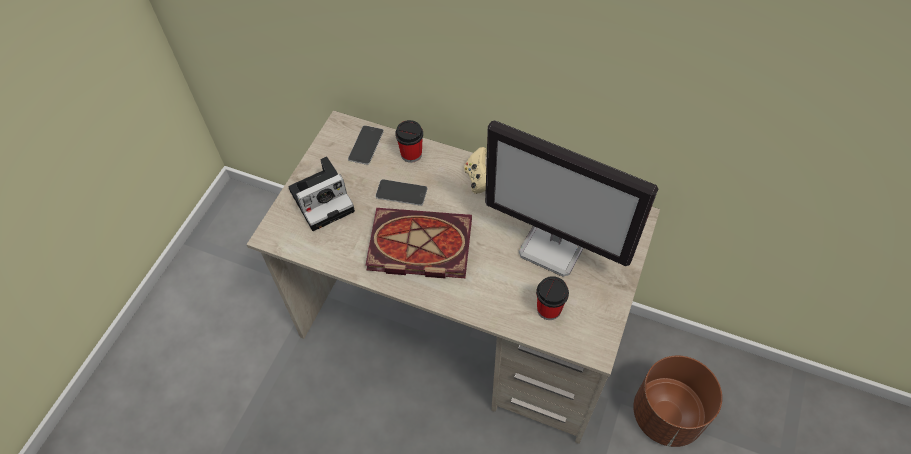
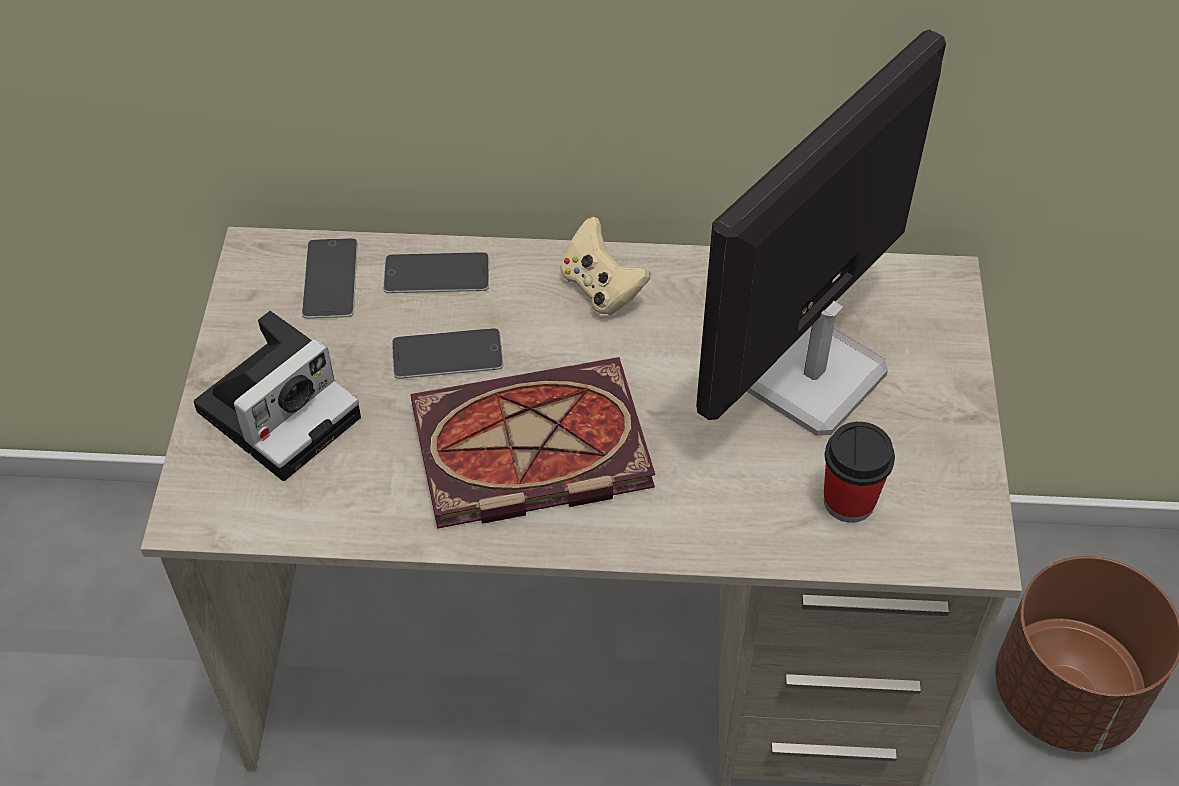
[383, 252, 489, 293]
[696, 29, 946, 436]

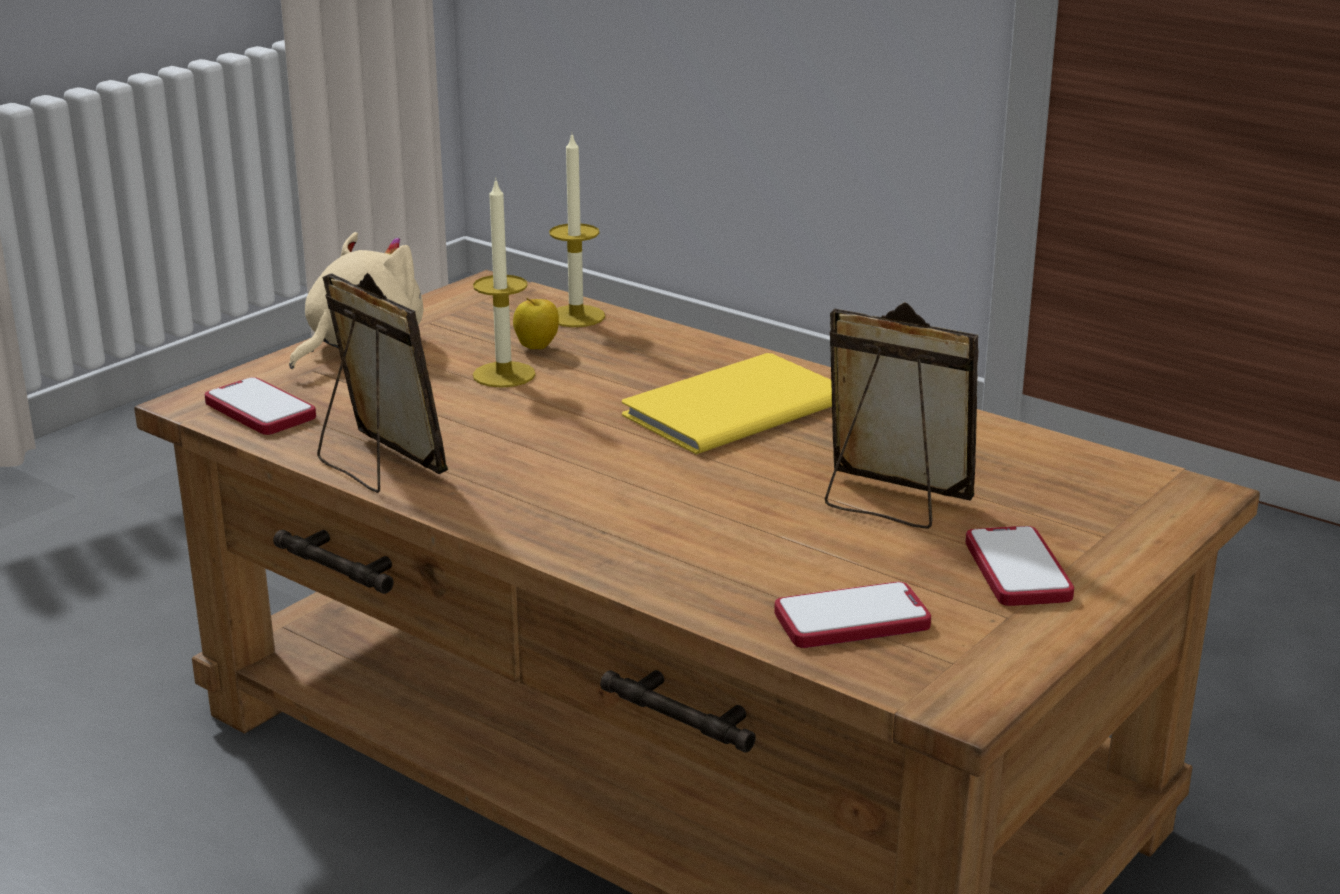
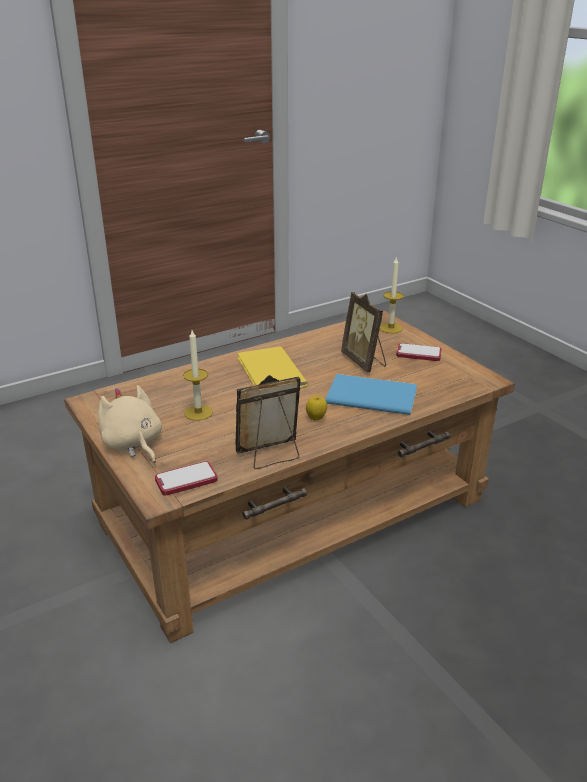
[774, 582, 931, 648] (first image)
[326, 374, 417, 415]
[306, 395, 327, 420]
[380, 256, 404, 333]
[341, 292, 386, 372]

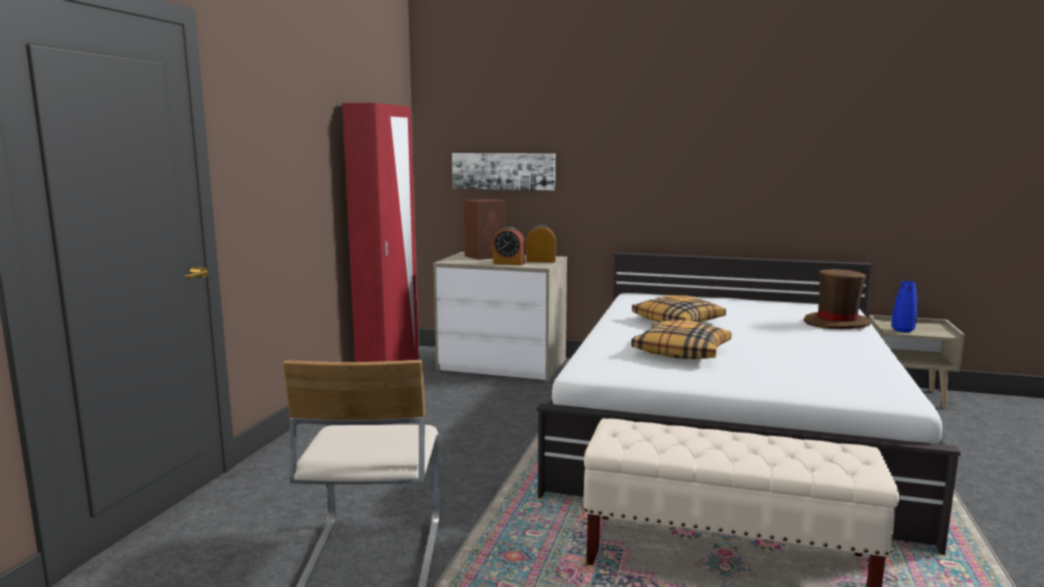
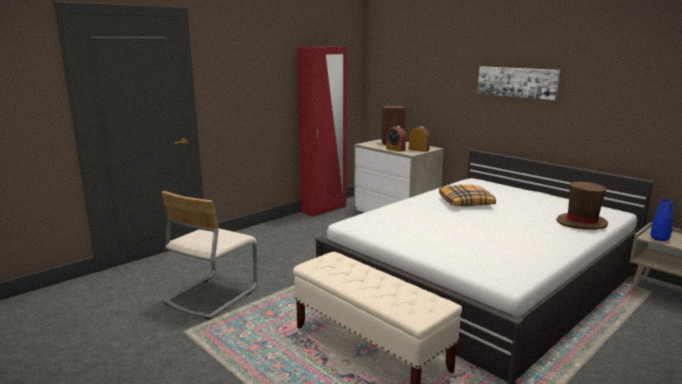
[631, 320, 731, 359] (first image)
[477, 66, 560, 100]

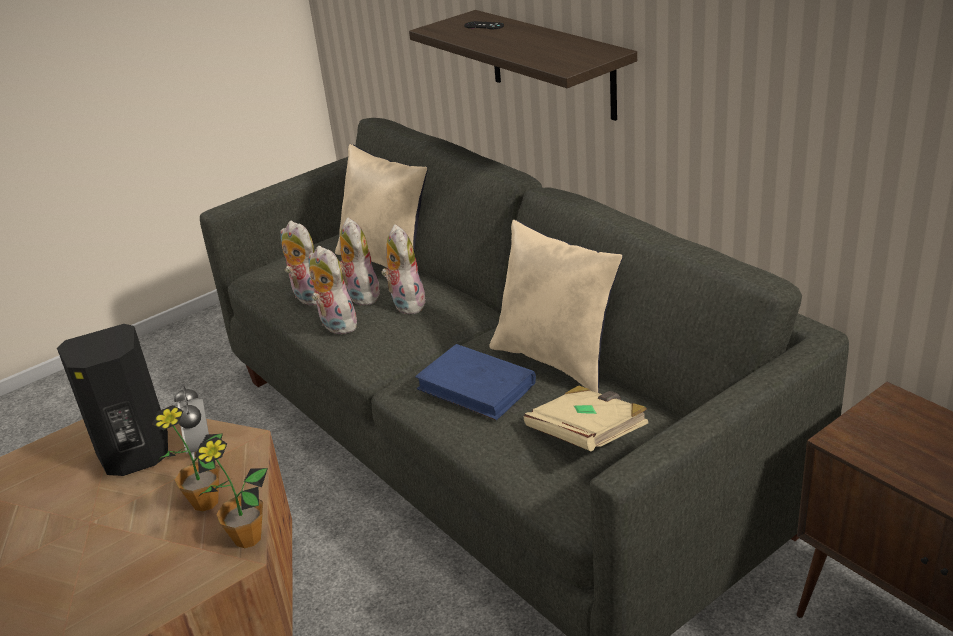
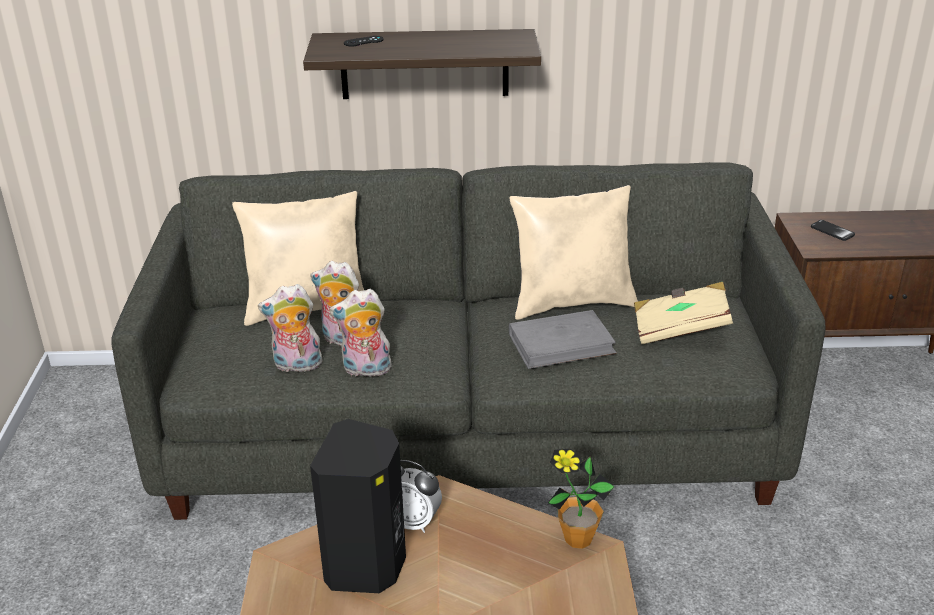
[153, 405, 223, 511] (first image)
[381, 224, 428, 314] (first image)
[811, 220, 855, 241]
[509, 310, 617, 369]

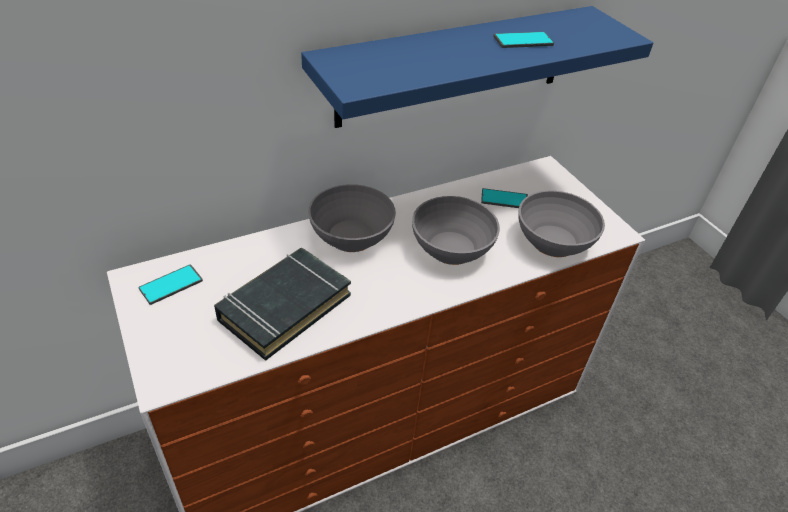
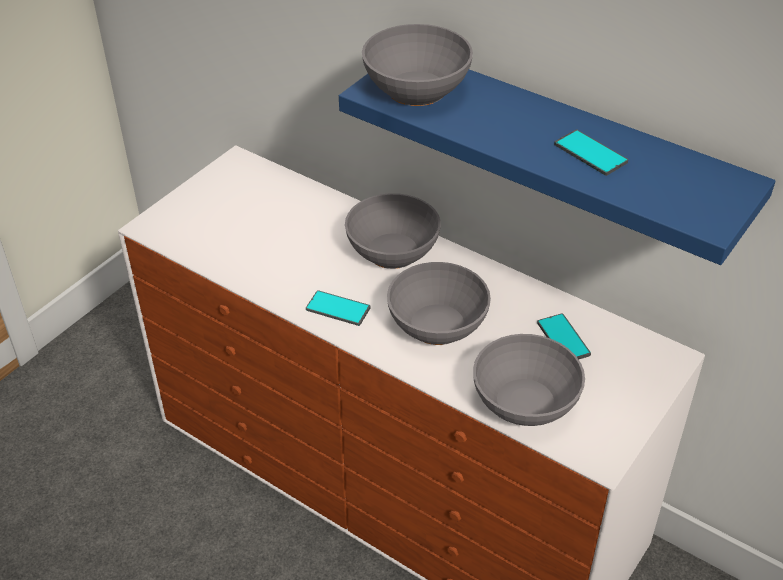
[214, 248, 351, 361] (first image)
[362, 24, 473, 106]
[306, 290, 371, 326]

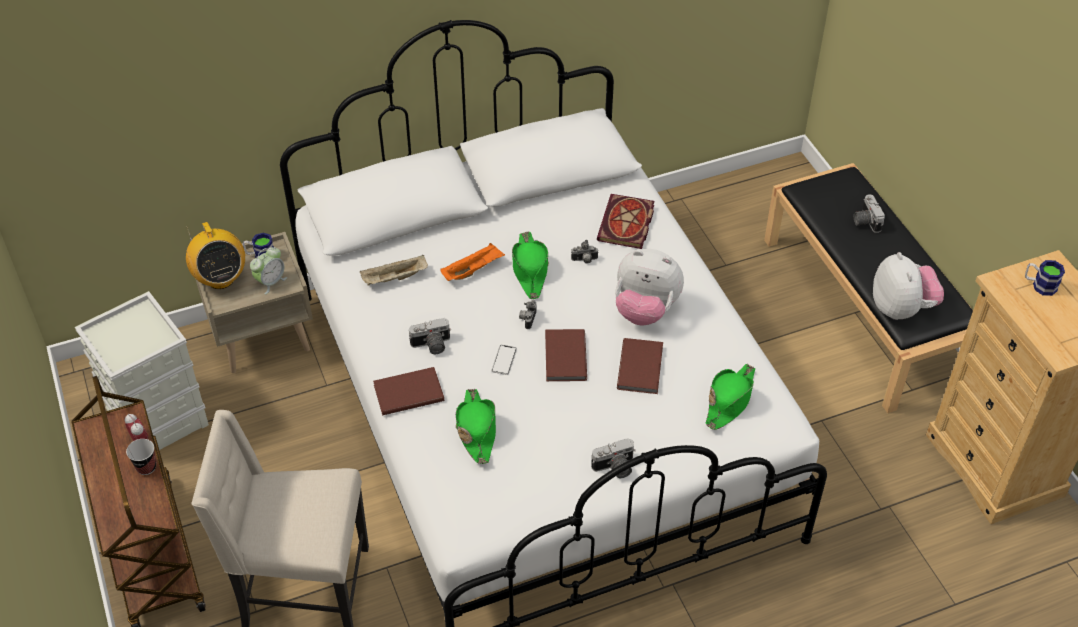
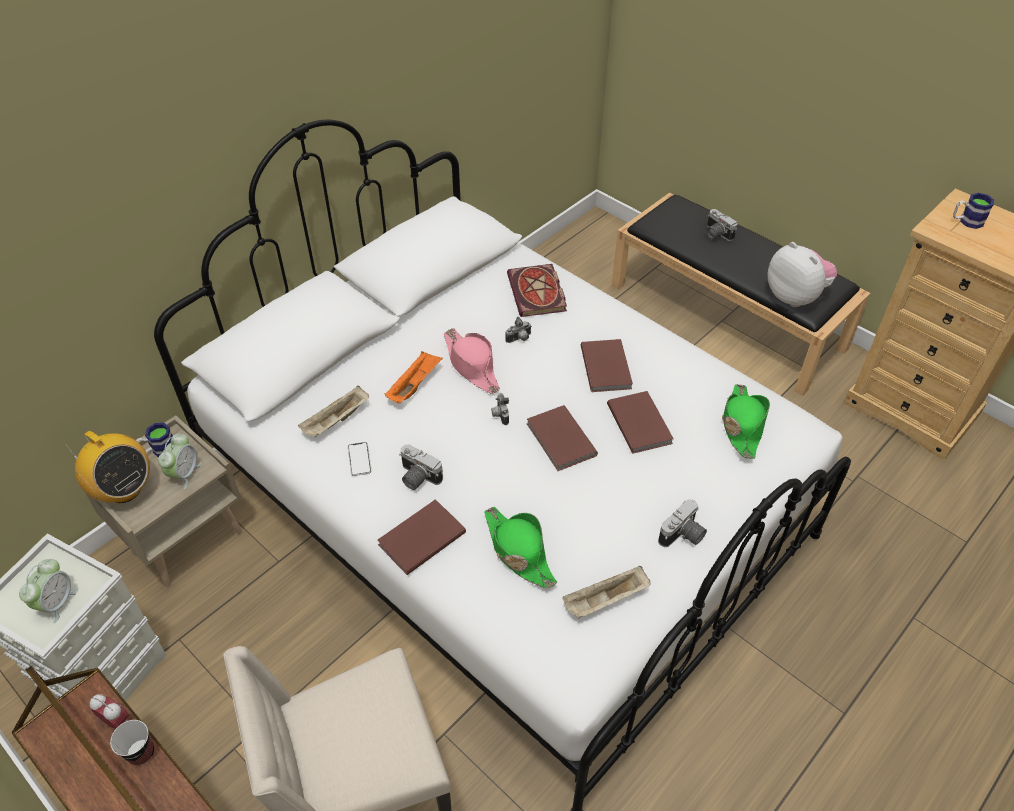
[19, 559, 78, 623]
[562, 566, 650, 619]
[348, 442, 372, 476]
[581, 339, 633, 392]
[444, 328, 500, 394]
[399, 444, 443, 490]

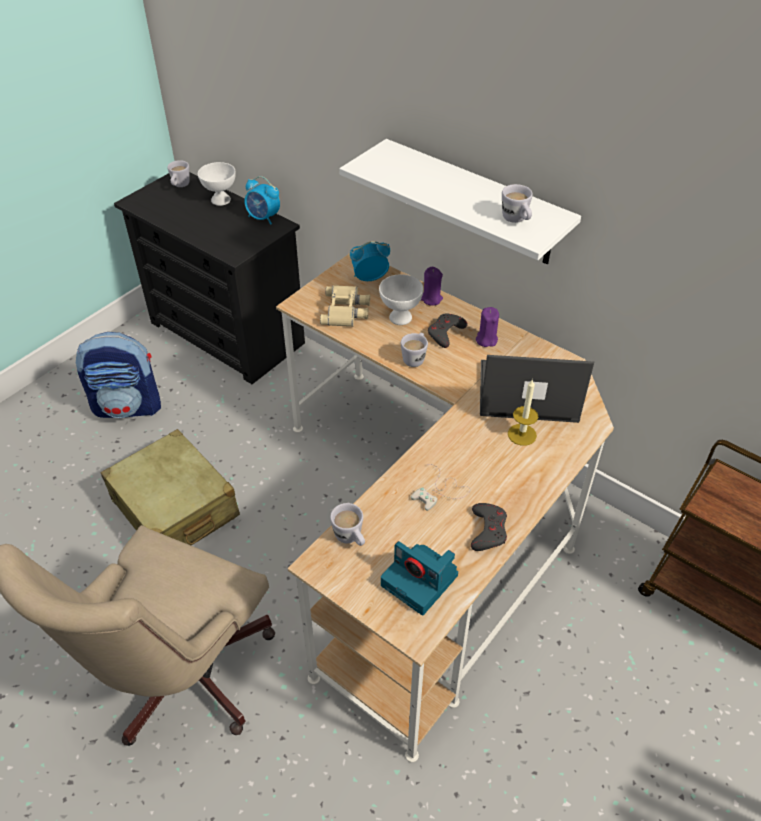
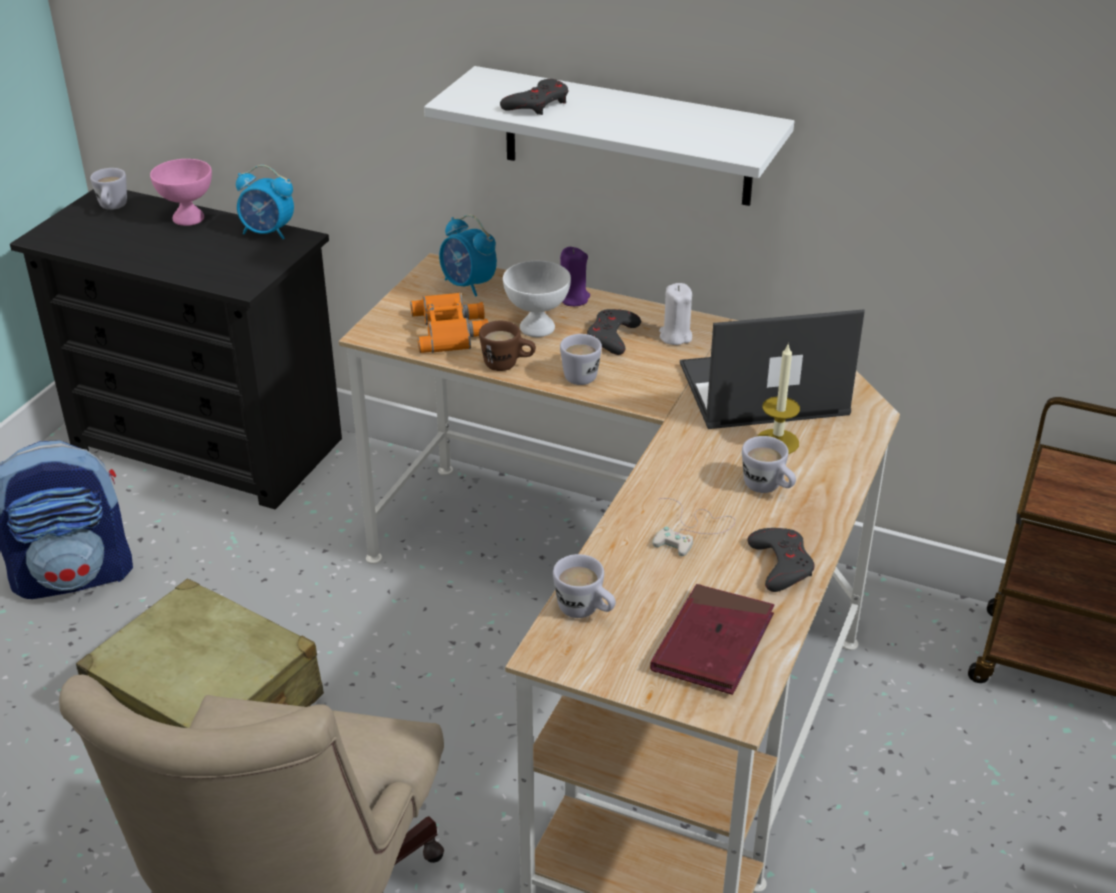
[479, 321, 536, 371]
[500, 79, 568, 115]
[742, 436, 796, 493]
[650, 584, 774, 695]
[150, 159, 212, 226]
[410, 292, 488, 353]
[659, 283, 692, 345]
[439, 215, 497, 297]

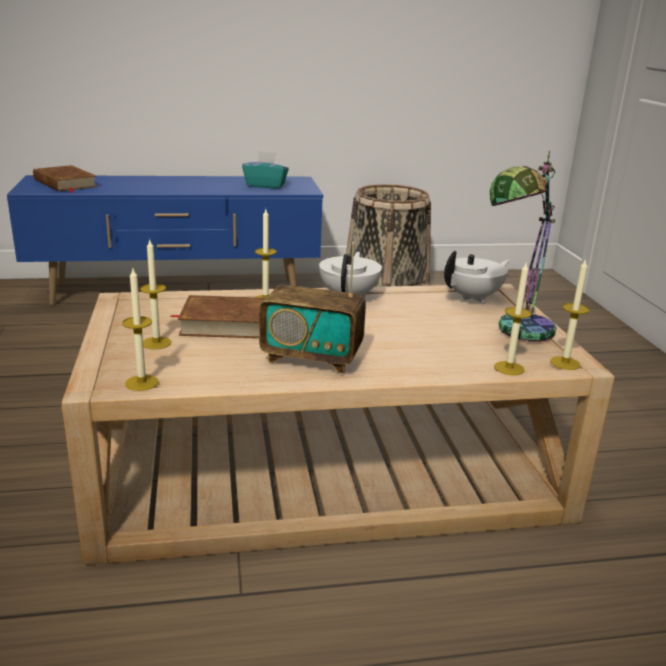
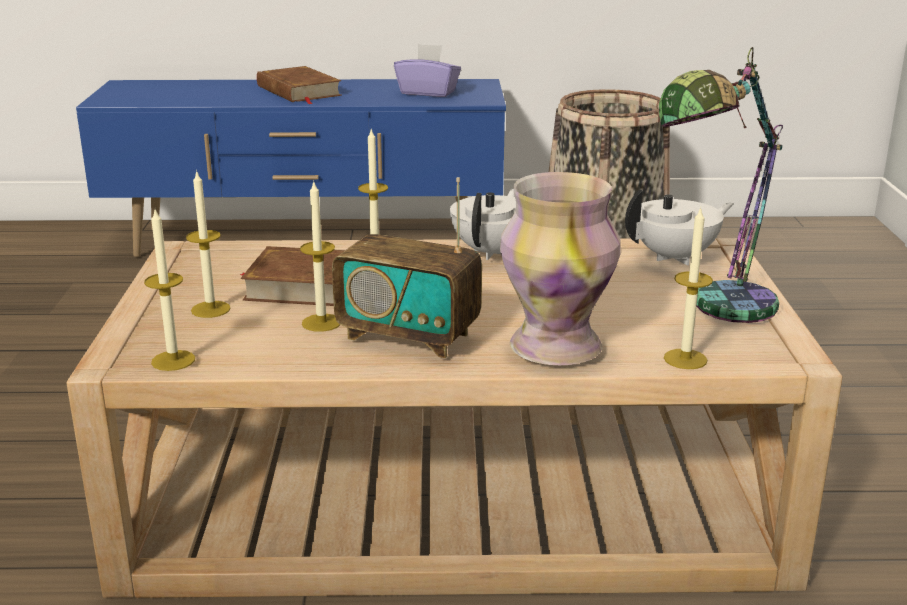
[500, 172, 621, 365]
[257, 66, 342, 104]
[300, 180, 340, 332]
[394, 44, 461, 97]

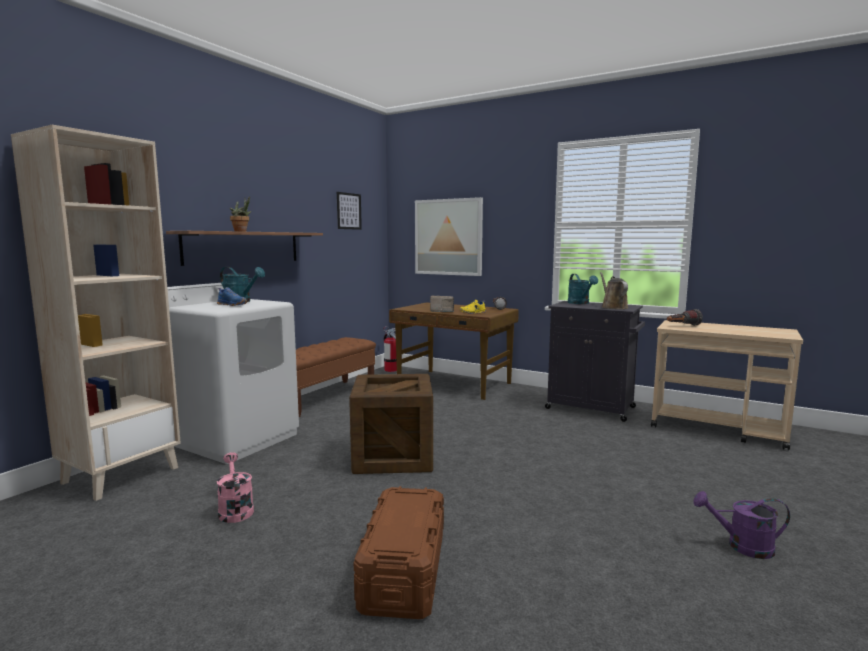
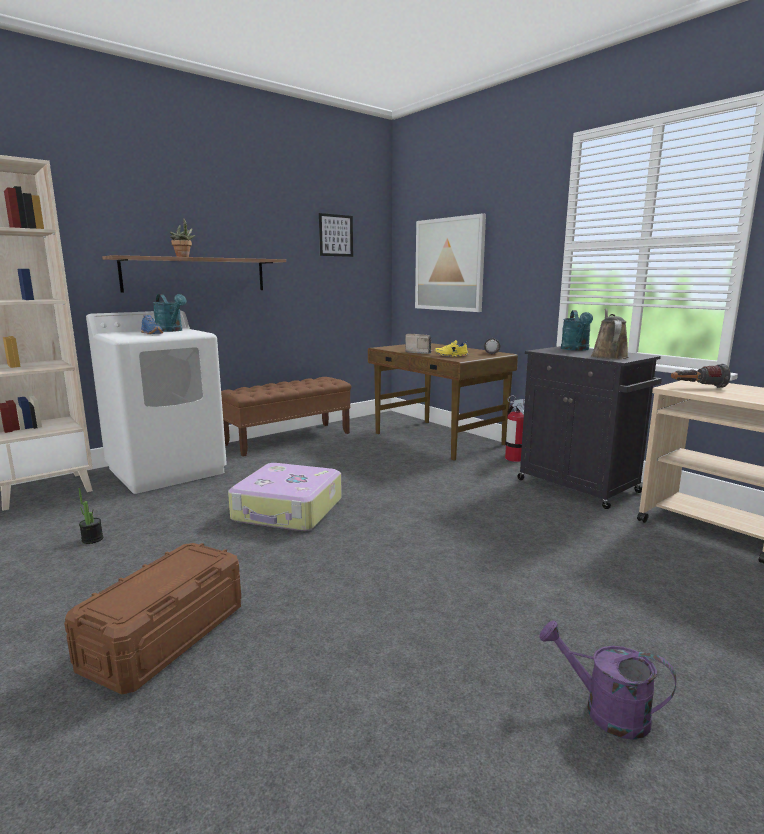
[505, 395, 525, 462]
[79, 488, 103, 544]
[228, 463, 342, 531]

